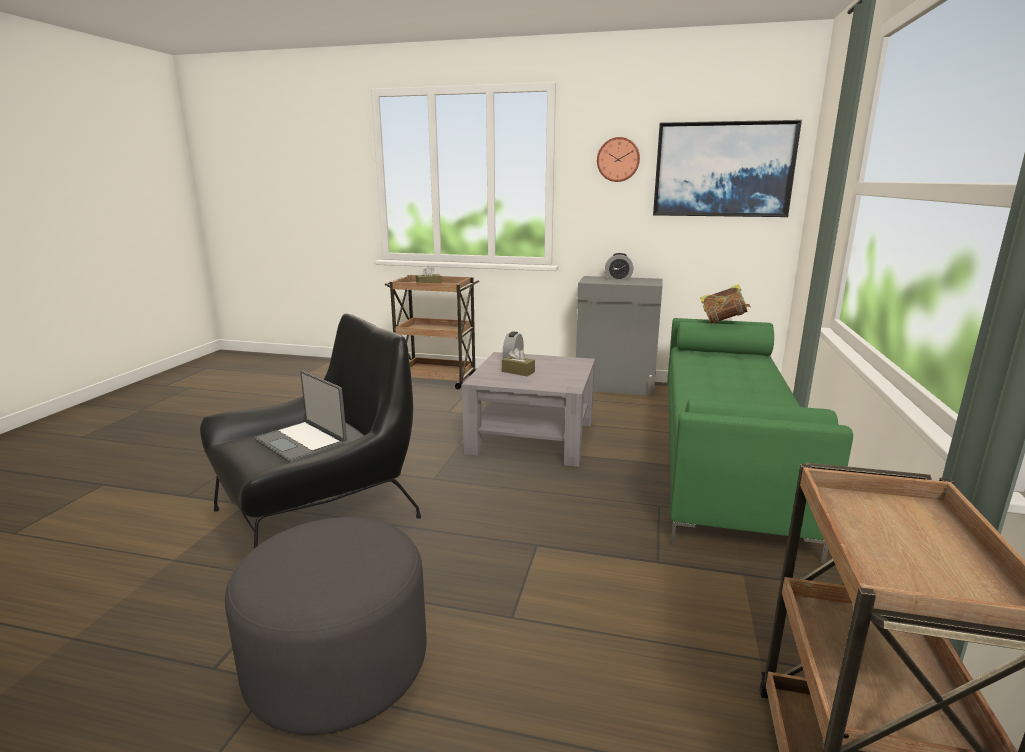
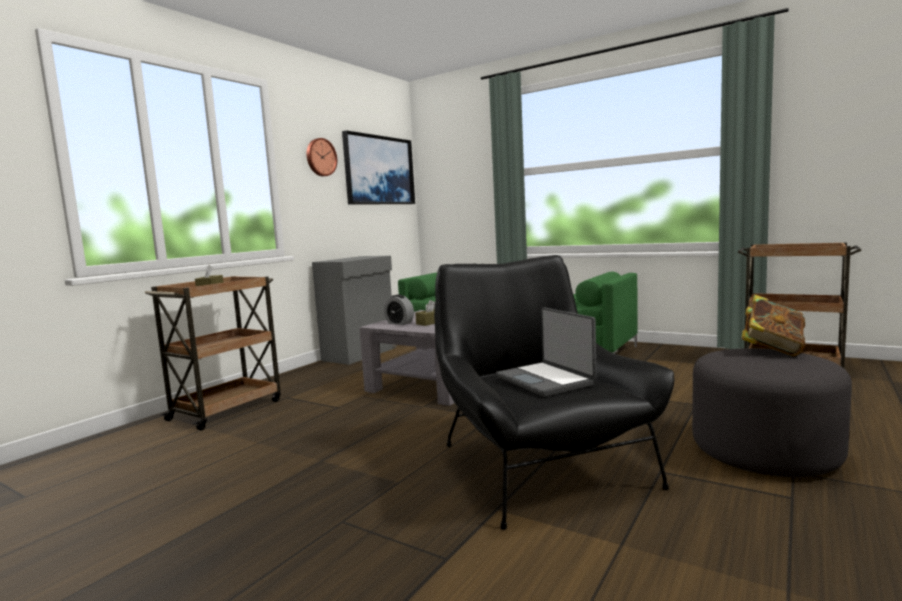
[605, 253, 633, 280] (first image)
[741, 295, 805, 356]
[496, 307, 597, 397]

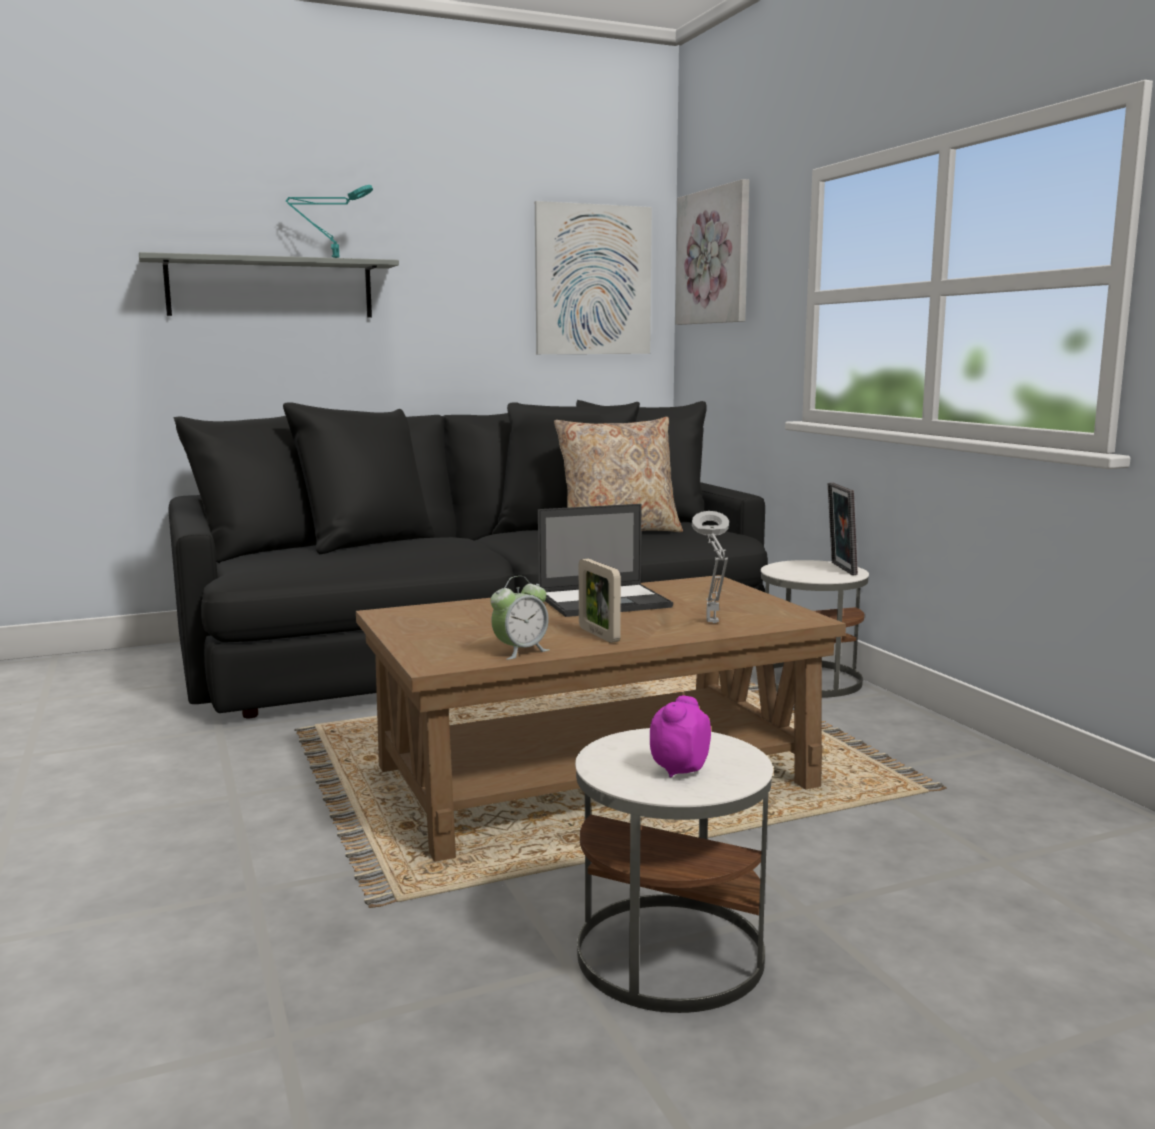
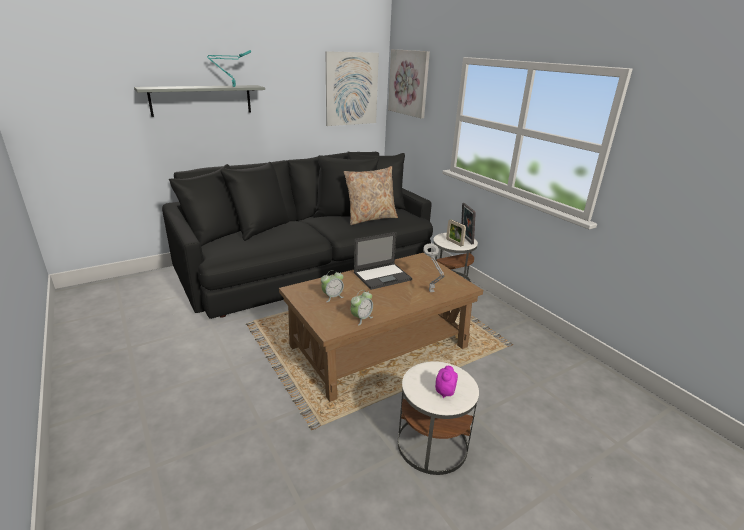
[321, 270, 344, 302]
[446, 220, 466, 246]

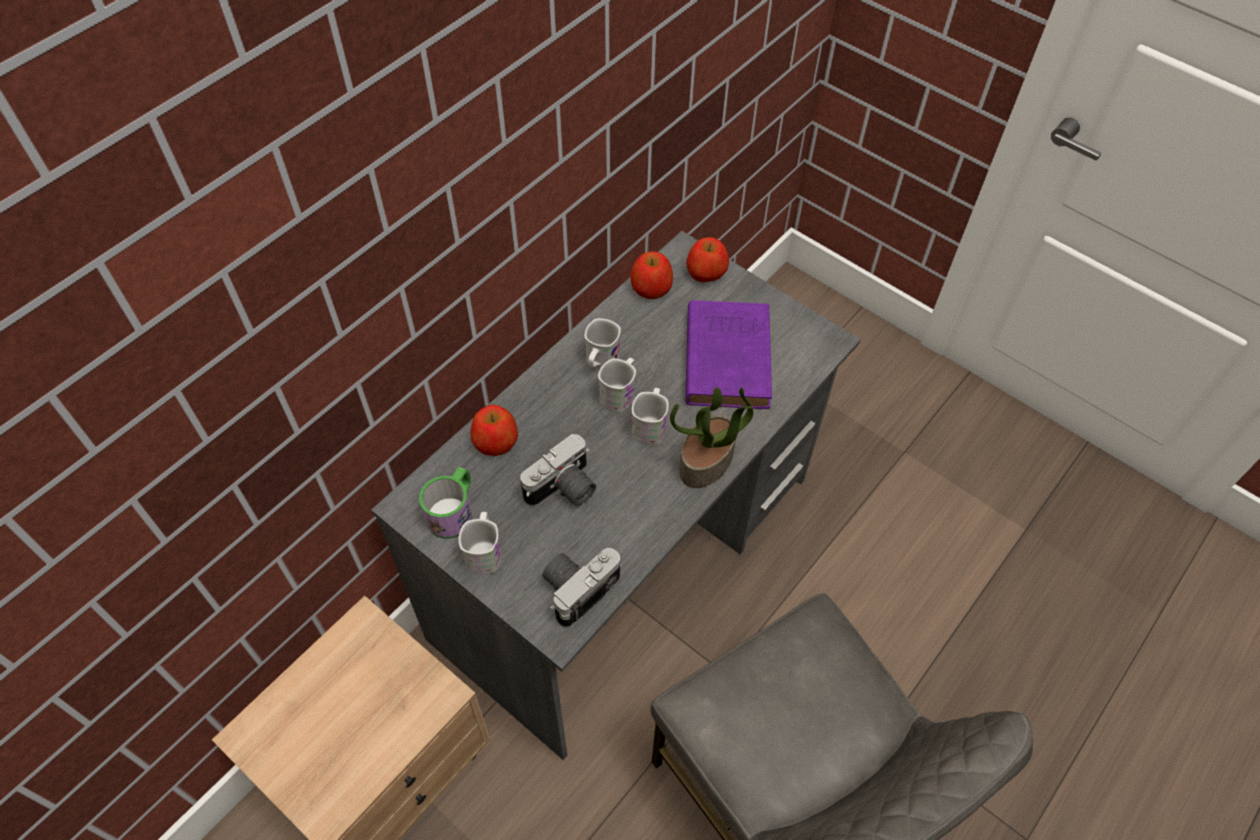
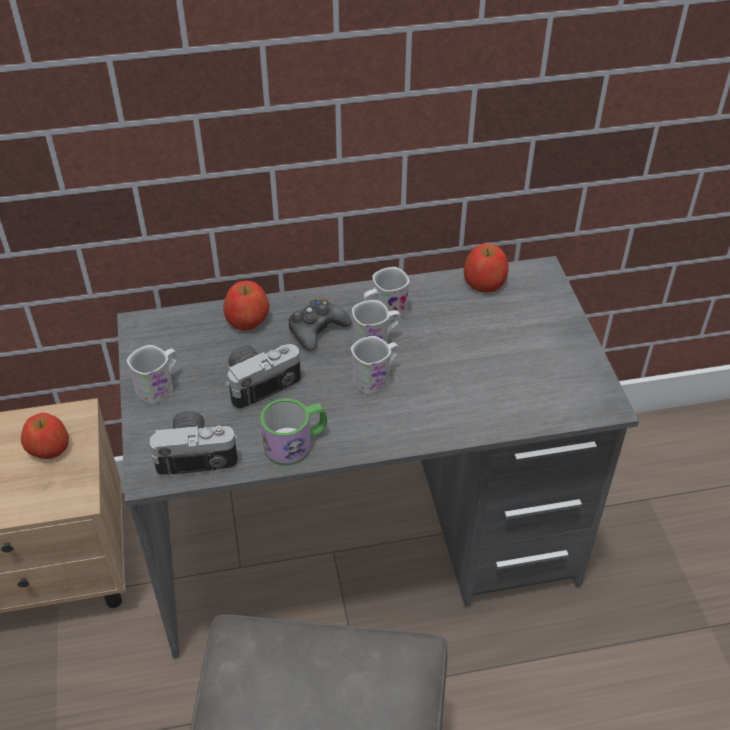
[670, 387, 754, 488] (first image)
[685, 300, 772, 409] (first image)
[289, 299, 352, 352]
[260, 399, 327, 466]
[21, 413, 69, 459]
[225, 344, 301, 411]

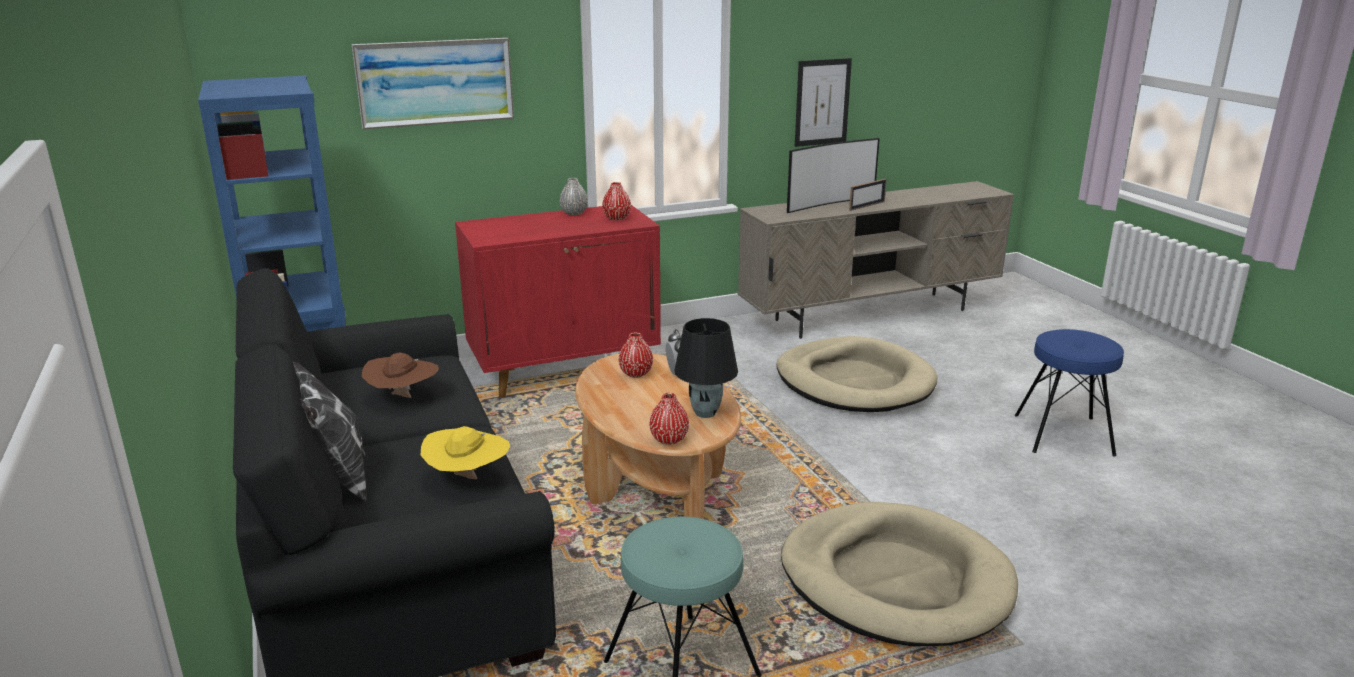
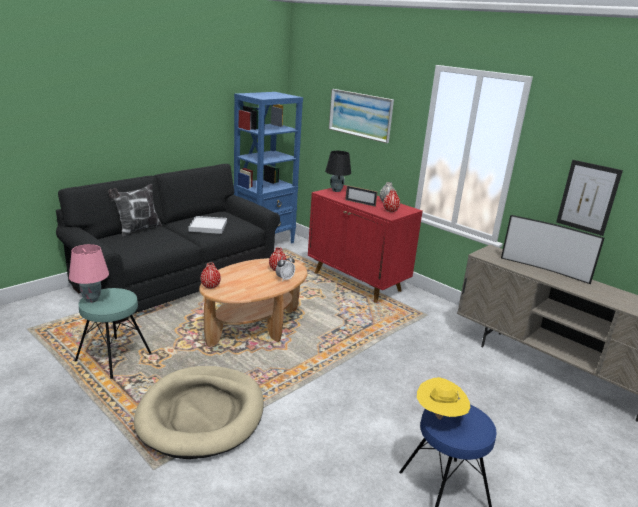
[776, 336, 938, 412] (first image)
[69, 244, 109, 303]
[417, 377, 470, 420]
[325, 151, 351, 192]
[345, 185, 377, 207]
[188, 216, 227, 234]

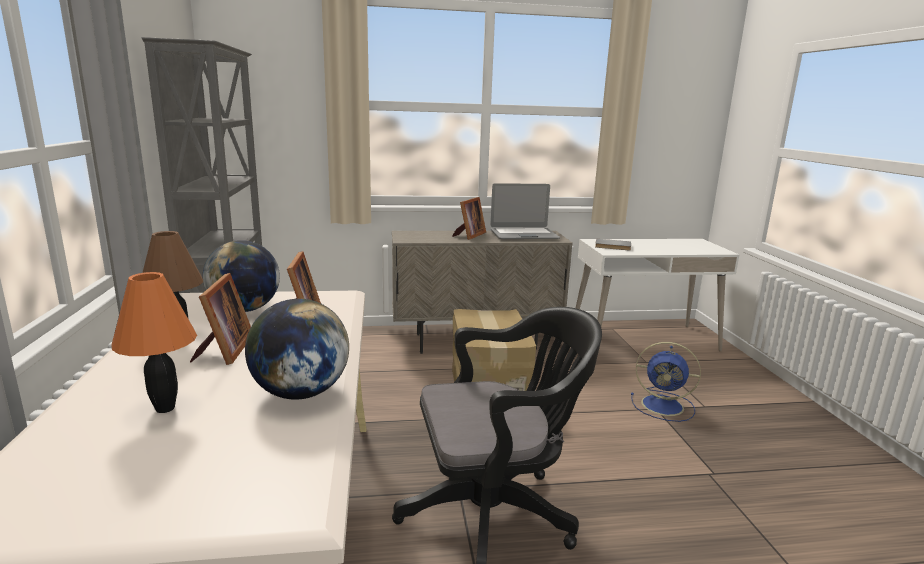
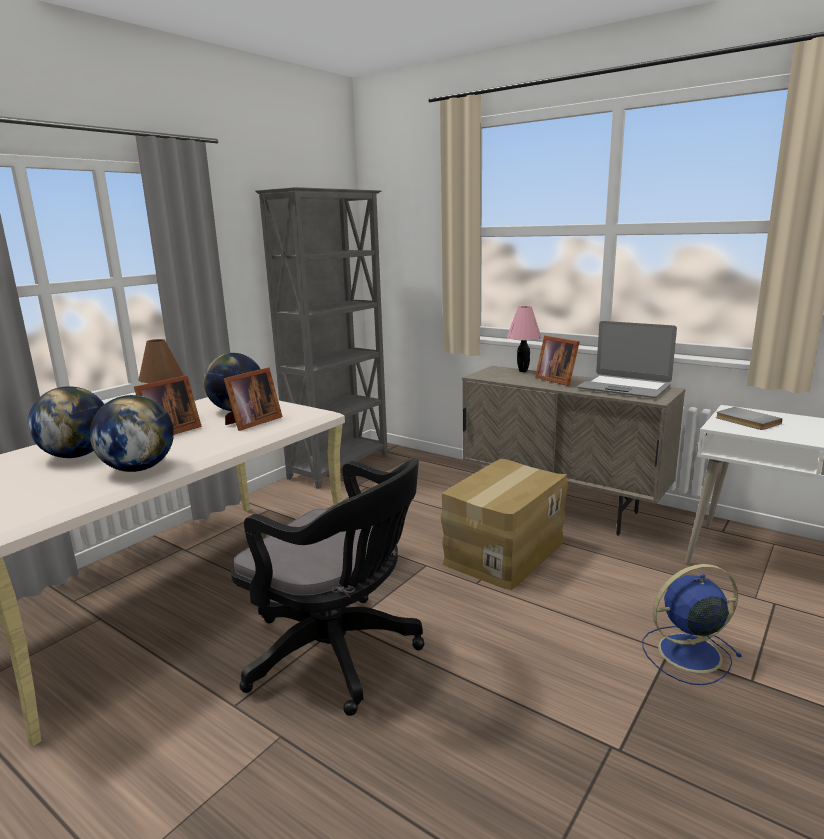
[507, 306, 542, 372]
[28, 386, 104, 458]
[535, 335, 580, 386]
[642, 564, 742, 685]

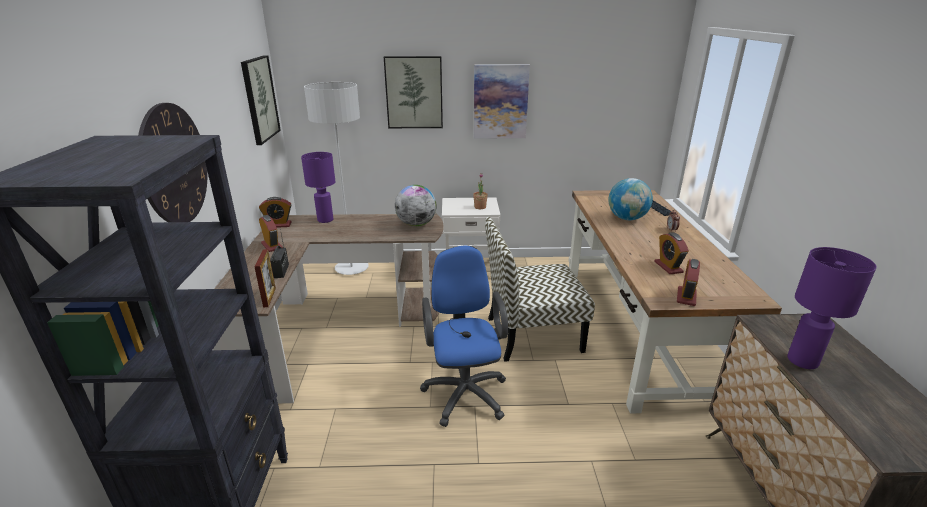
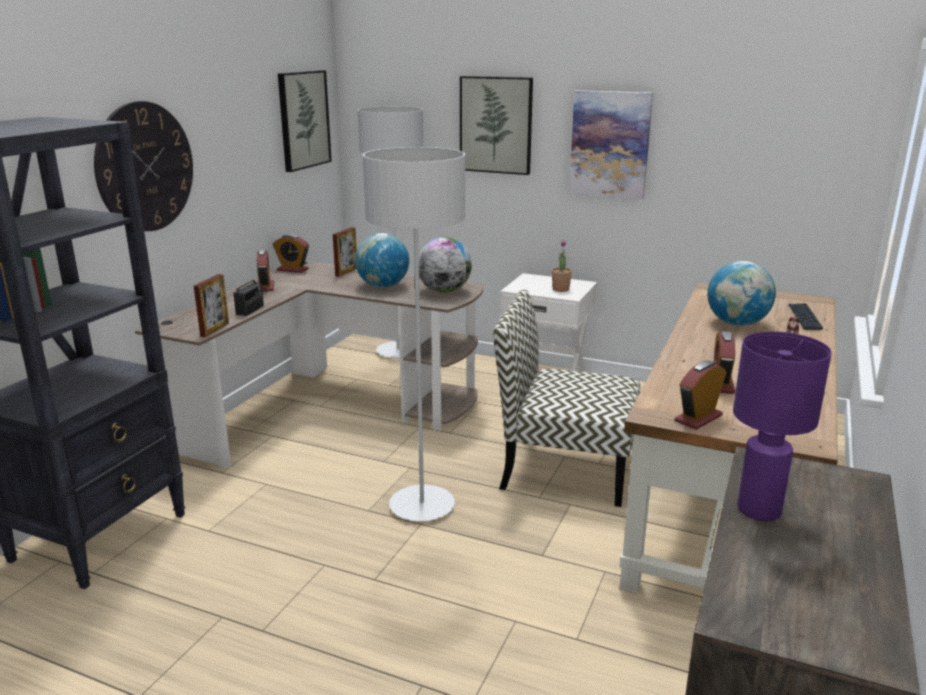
[355, 233, 409, 288]
[333, 227, 357, 277]
[363, 147, 465, 521]

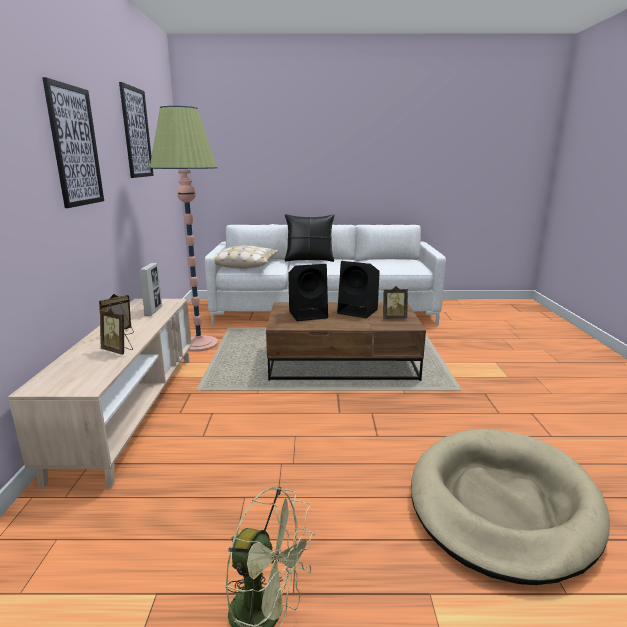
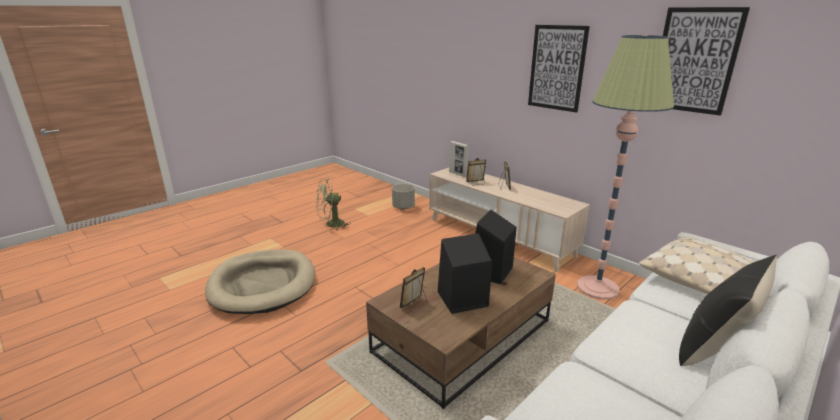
[392, 184, 415, 210]
[449, 141, 469, 177]

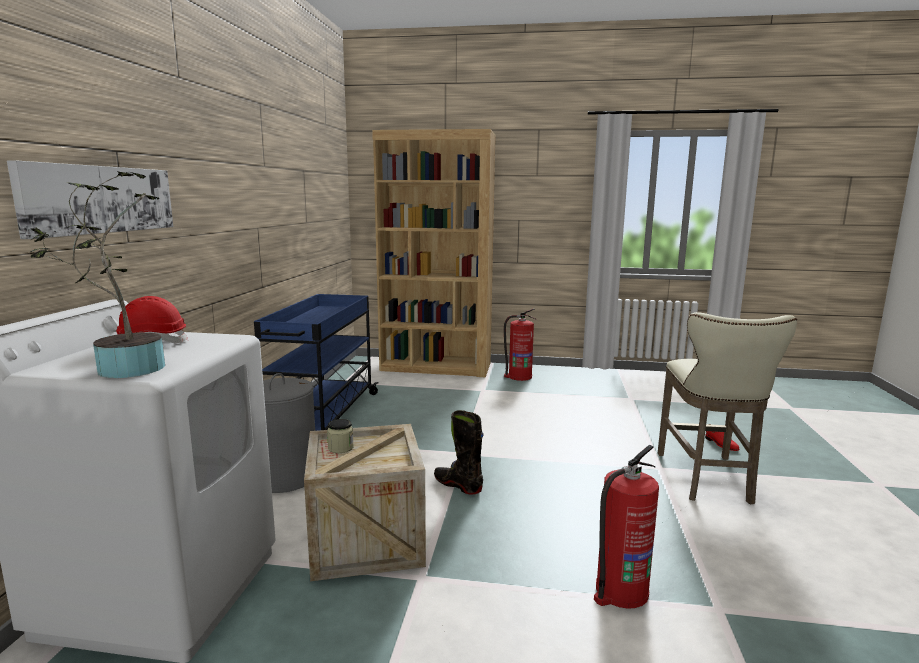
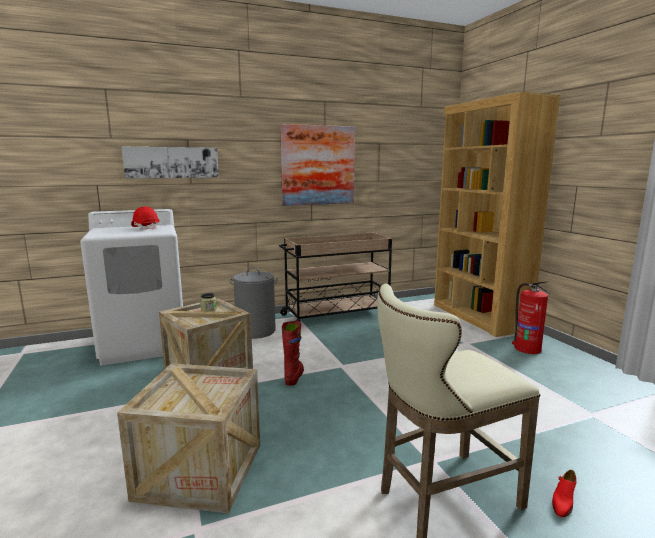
[30, 171, 165, 378] (first image)
[280, 124, 355, 206]
[117, 363, 260, 513]
[279, 232, 392, 322]
[282, 321, 304, 386]

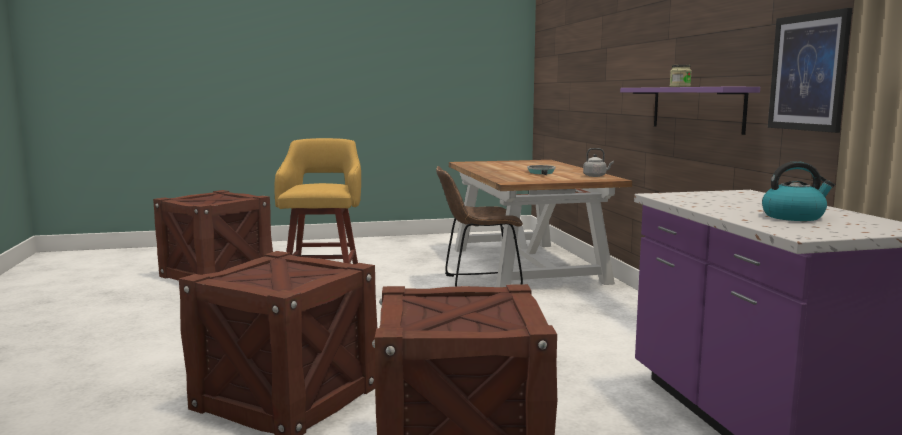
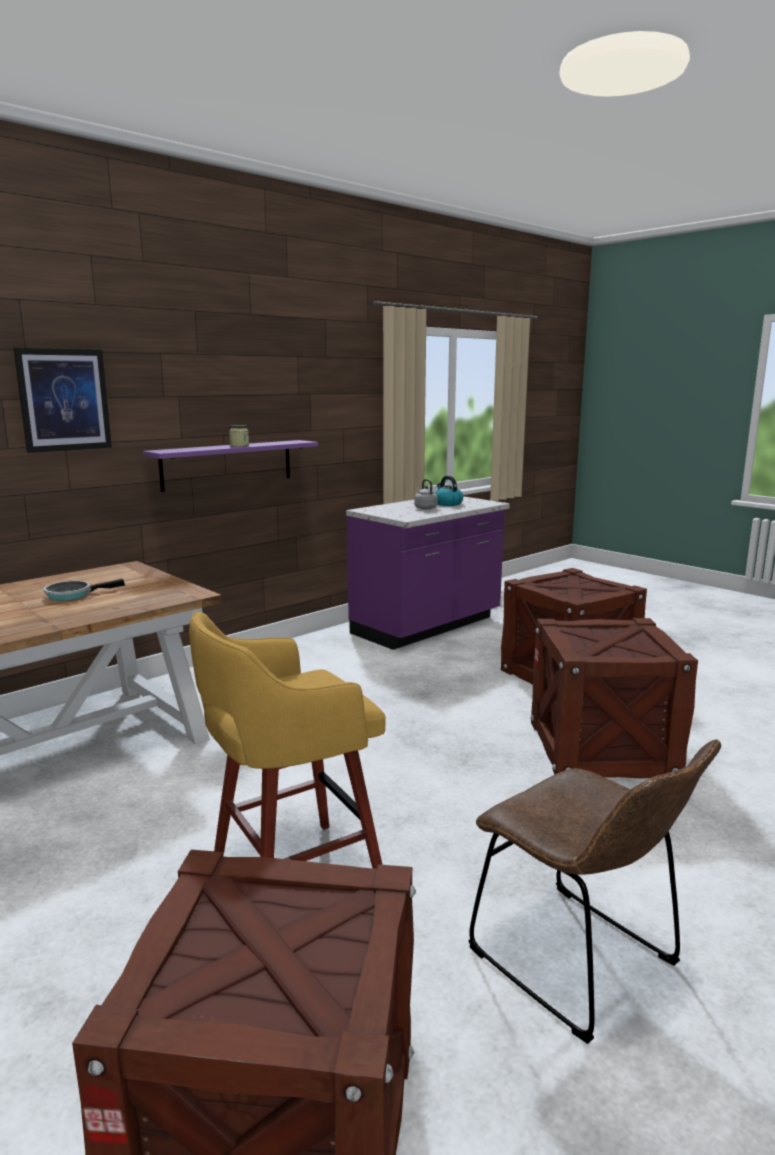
[468, 739, 721, 1044]
[414, 479, 438, 509]
[14, 348, 112, 453]

